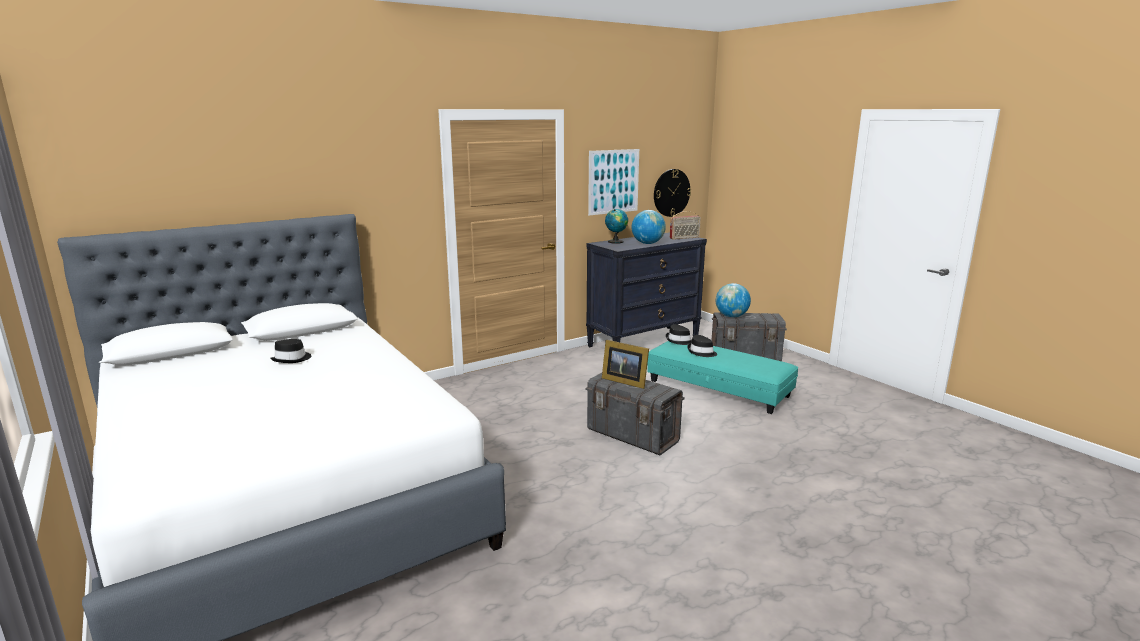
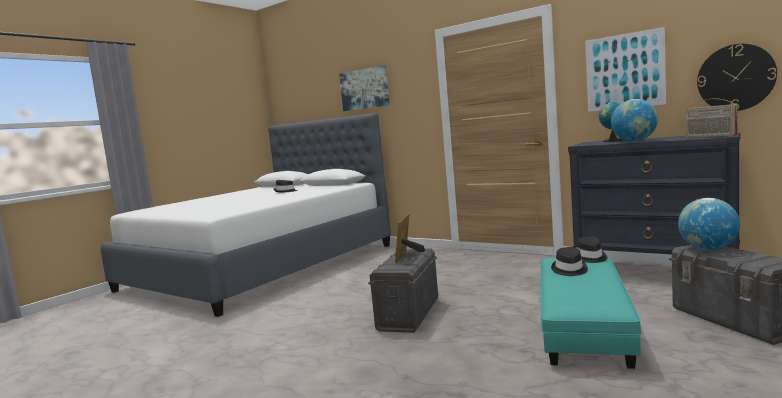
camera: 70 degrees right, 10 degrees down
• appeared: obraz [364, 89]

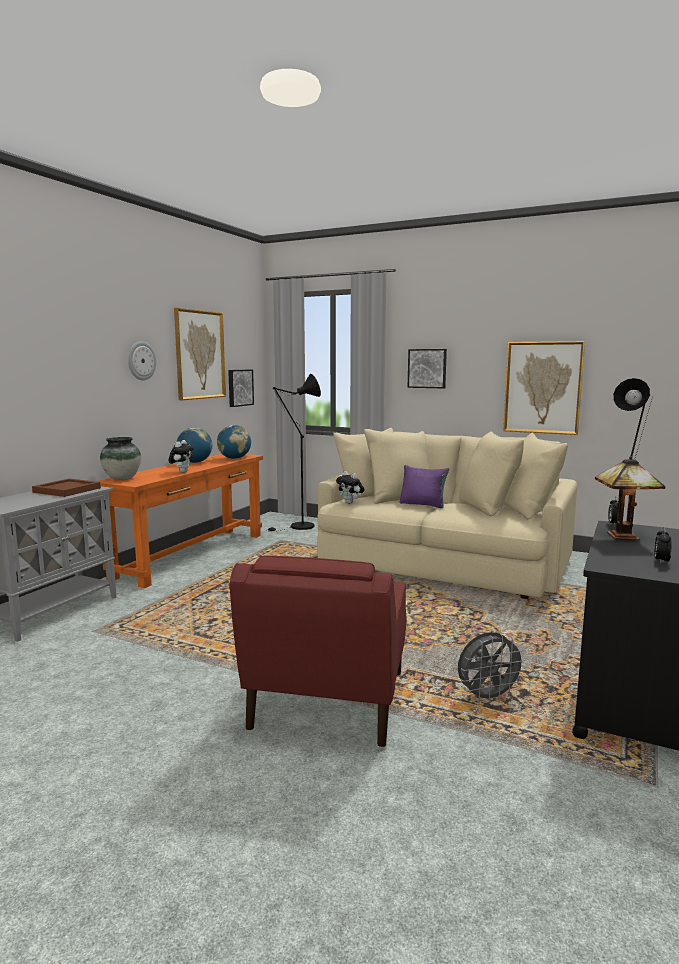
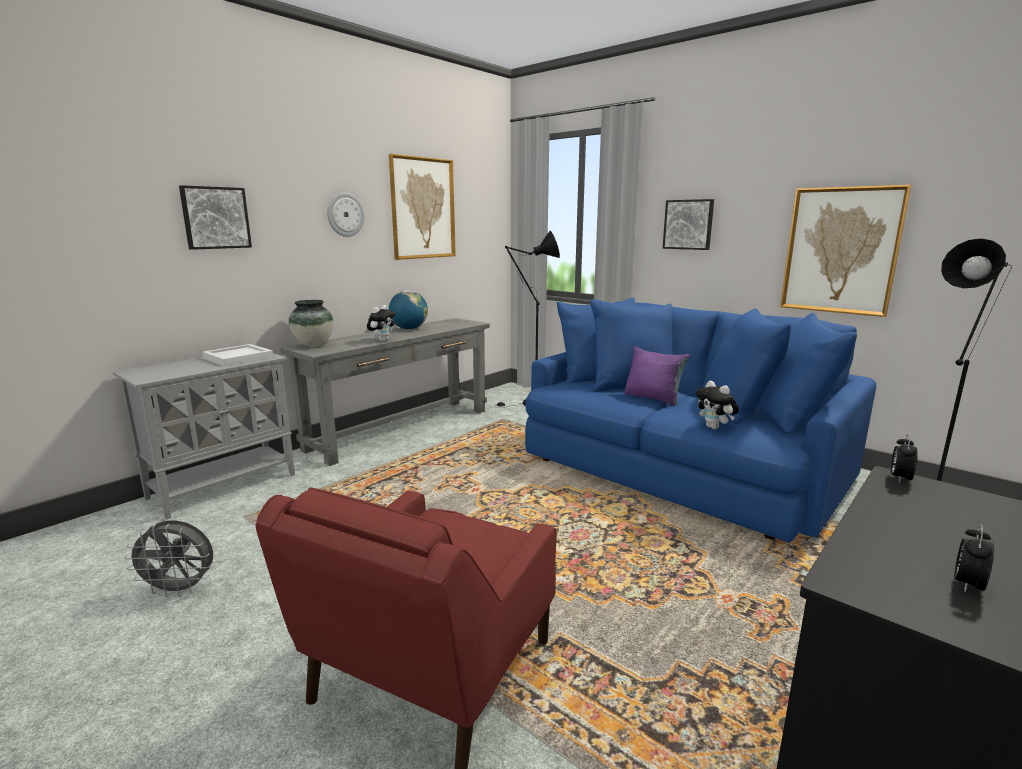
camera: 15 degrees right, 5 degrees up
• relocated: wentylator/szary [488, 697] to [180, 589]
• relocated: obraz [239, 387] to [215, 218]
• colour: taca/brązowy [67, 490] to taca/biały [238, 358]
• colour: stolik konsolowy/pomarańczowy [192, 555] to stolik konsolowy/szary [401, 429]
• colour: kanapa/beżowy [444, 561] to kanapa/niebieski [681, 467]
• relocated: pluszak [350, 503] to [715, 428]
• missing: globus [234, 458]
• missing: lampa stołowa [625, 537]

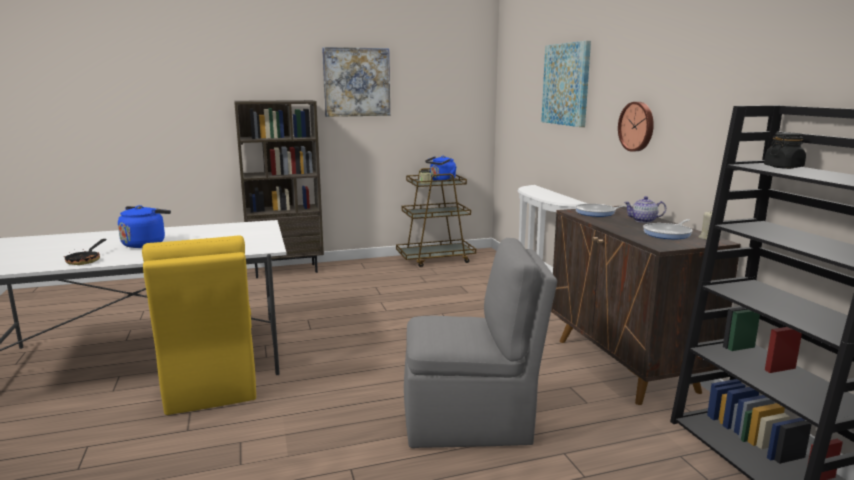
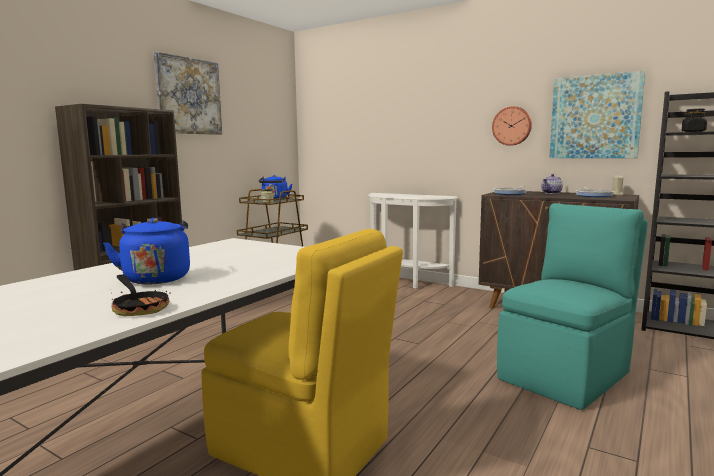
camera: 40 degrees left, 5 degrees down
• colour: krzesło/szary [470, 421] to krzesło/turkusowy [566, 375]
• relocated: obraz [566, 84] to [595, 117]

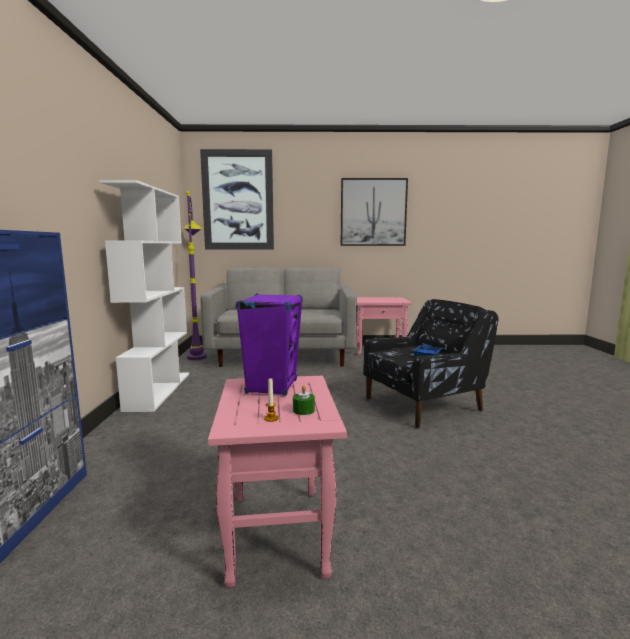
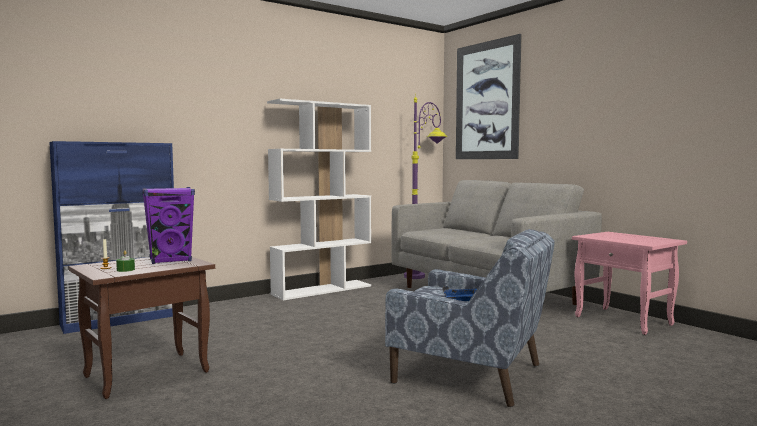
camera: 55 degrees right, 5 degrees down
• colour: stolik/różowy [279, 535] to stolik/brązowy [145, 375]
• colour: fotel/czarny [424, 404] to fotel/niebieski [470, 375]
• missing: obraz [373, 212]

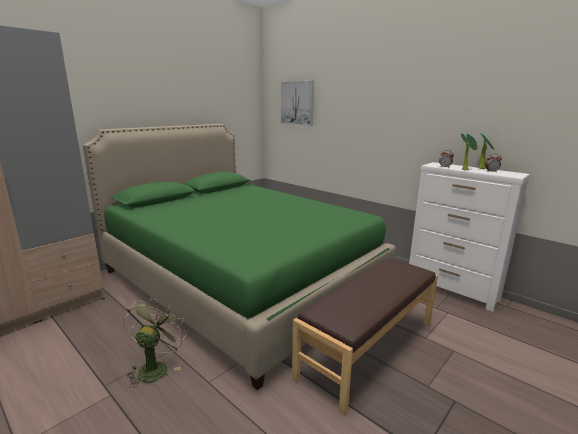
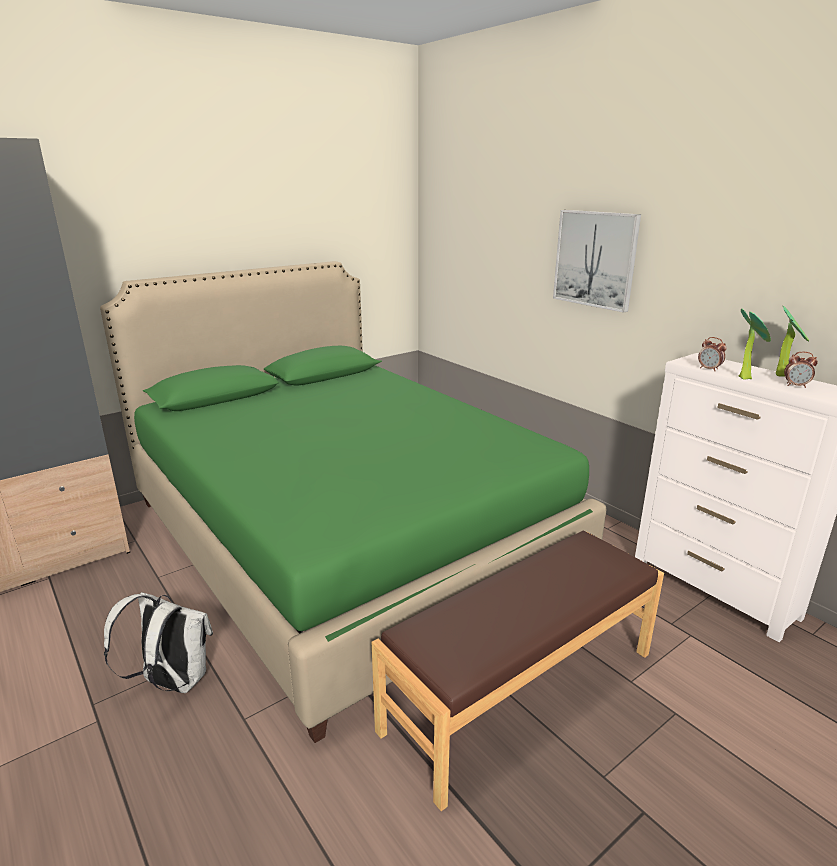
camera: 10 degrees right, 5 degrees up
• exchanged: wentylator/zielony [155, 367] to plecak/biały [172, 682]
• relocated: obraz [297, 103] to [595, 259]

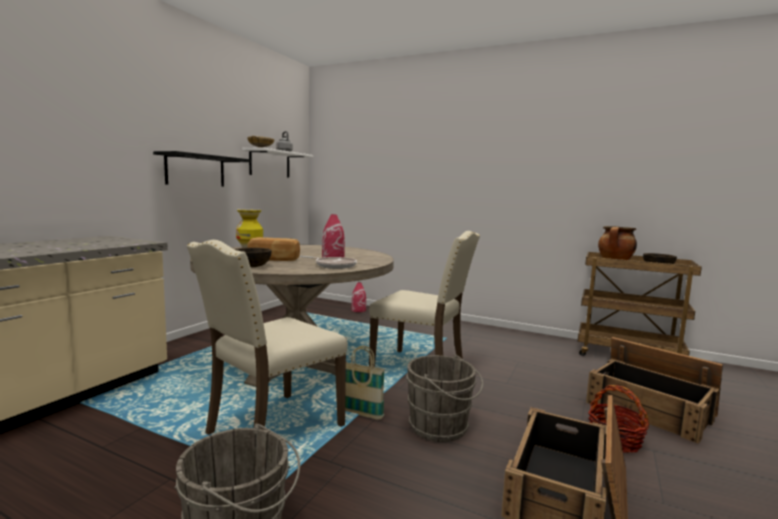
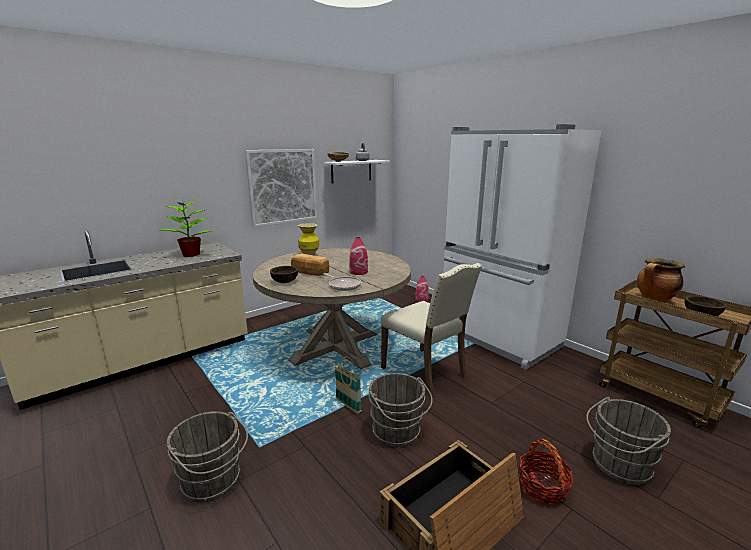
camera: 25 degrees right, 10 degrees up
• appeared: roślina doniczkowa [191, 254]
• exchanged: półka/czarny [195, 170] to obraz [283, 187]
• appeared: lodówka/biały [498, 339]
• exchanged: skrzynka [651, 408] to wiadro/szary [618, 465]
• missing: krzesło/beżowy [271, 429]

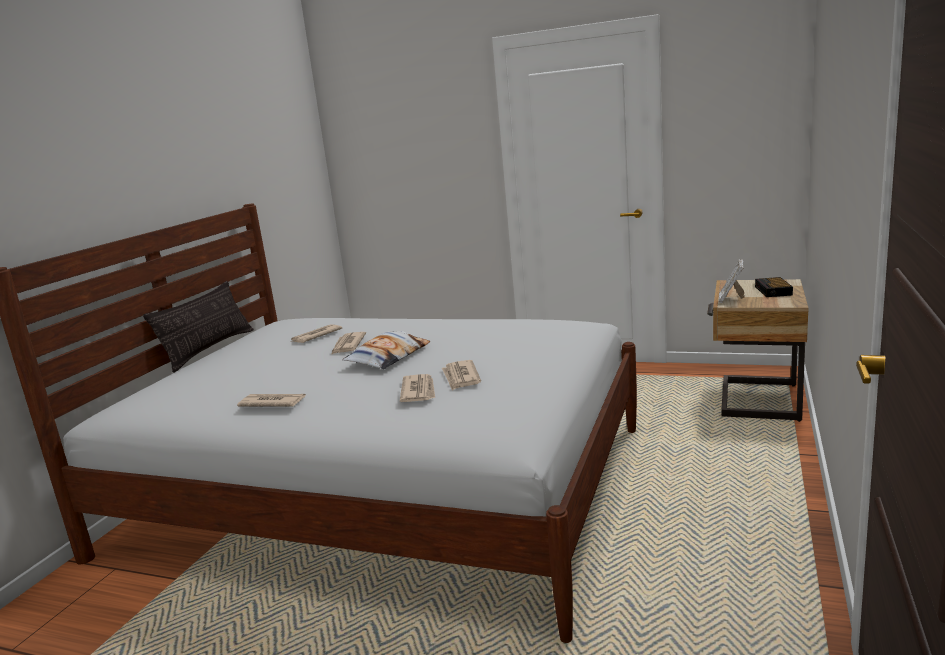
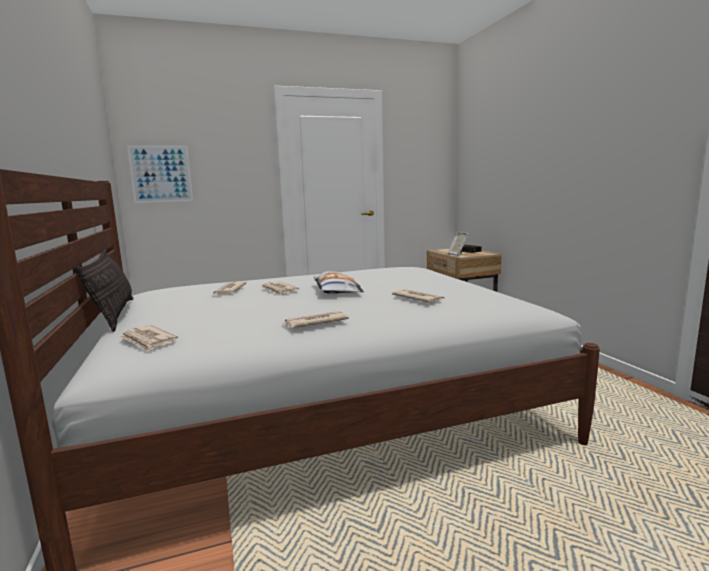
camera: 40 degrees left, 5 degrees down
• relocated: gazeta [461, 377] to [148, 340]
• appeared: obraz [161, 174]

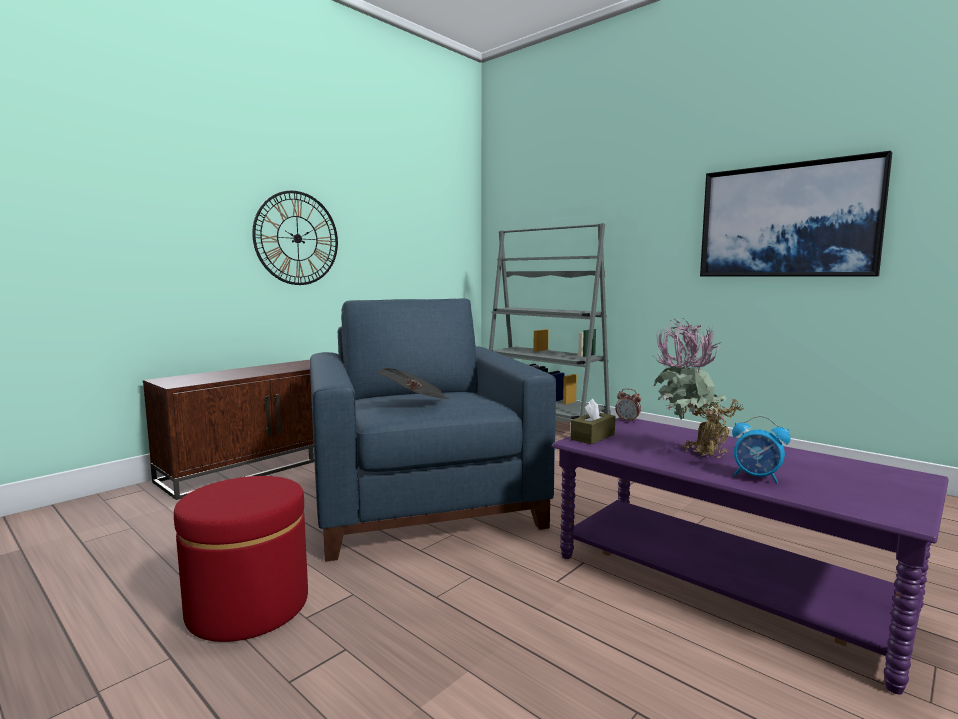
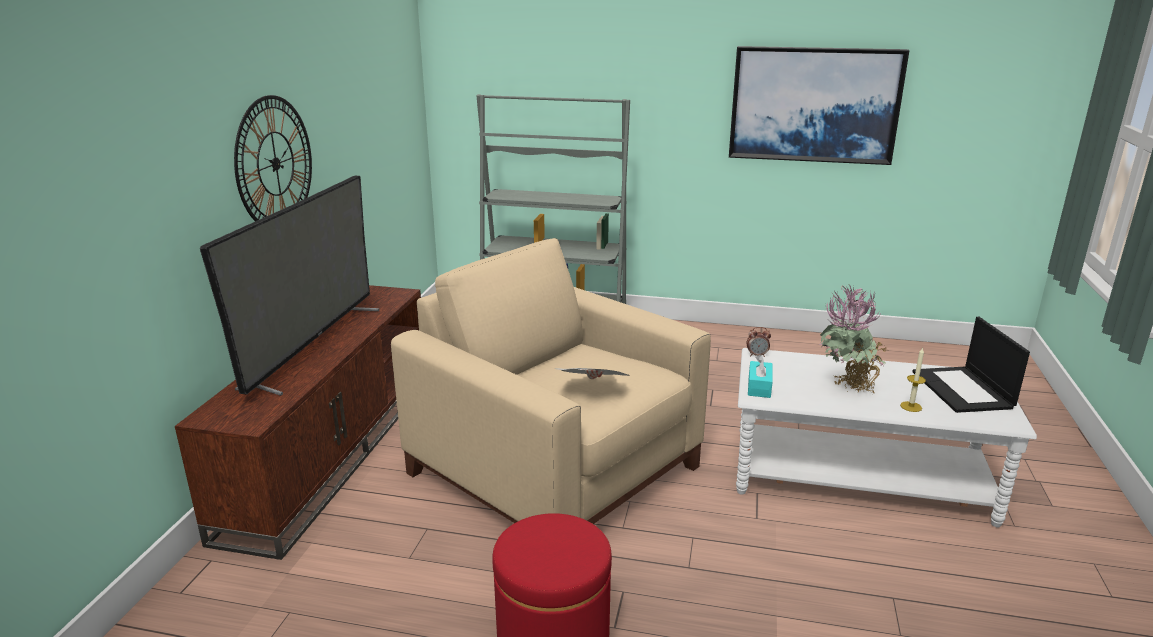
camera: 30 degrees left, 15 degrees up
• appeared: telewizor [313, 346]
• colour: fotel/niebieski [423, 501] to fotel/beżowy [557, 471]
• colour: ława/fioletowy [723, 583] to ława/biały [860, 478]
• colour: pudełko chusteczek/brązowy [592, 437] to pudełko chusteczek/turkusowy [759, 387]
• exchanged: budzik [756, 477] to świeca [911, 406]
• appeared: laptop [963, 390]

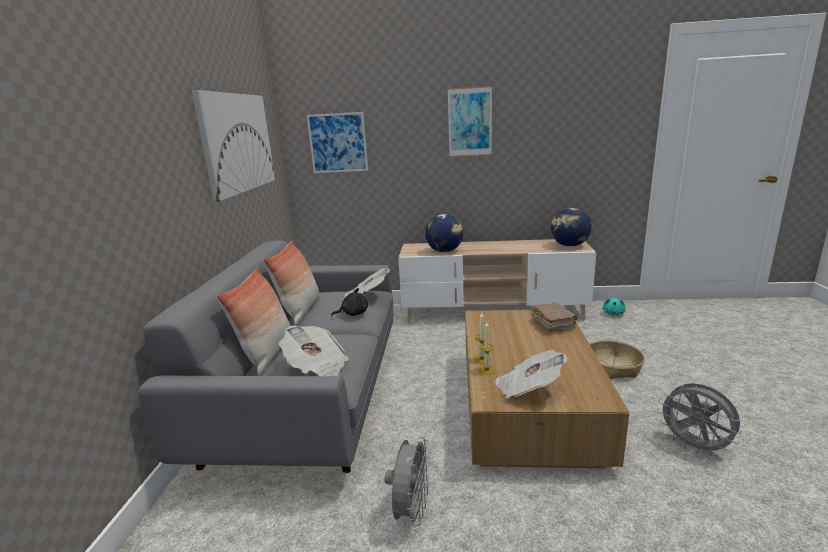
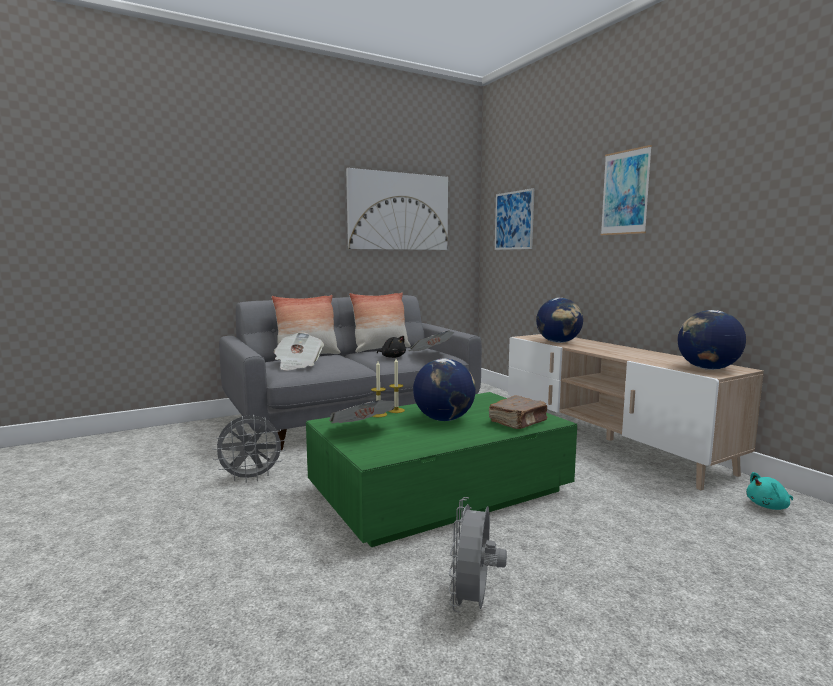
camera: 55 degrees right, 10 degrees down
• colour: ława/brązowy [527, 404] to ława/zielony [440, 491]
• appeared: globus [444, 419]
• missing: koszyk [612, 366]

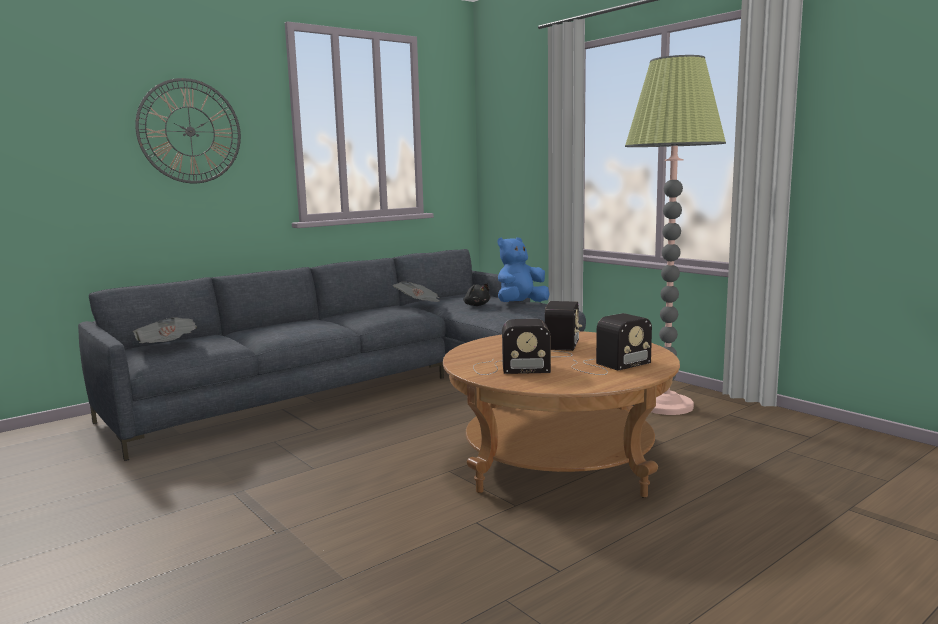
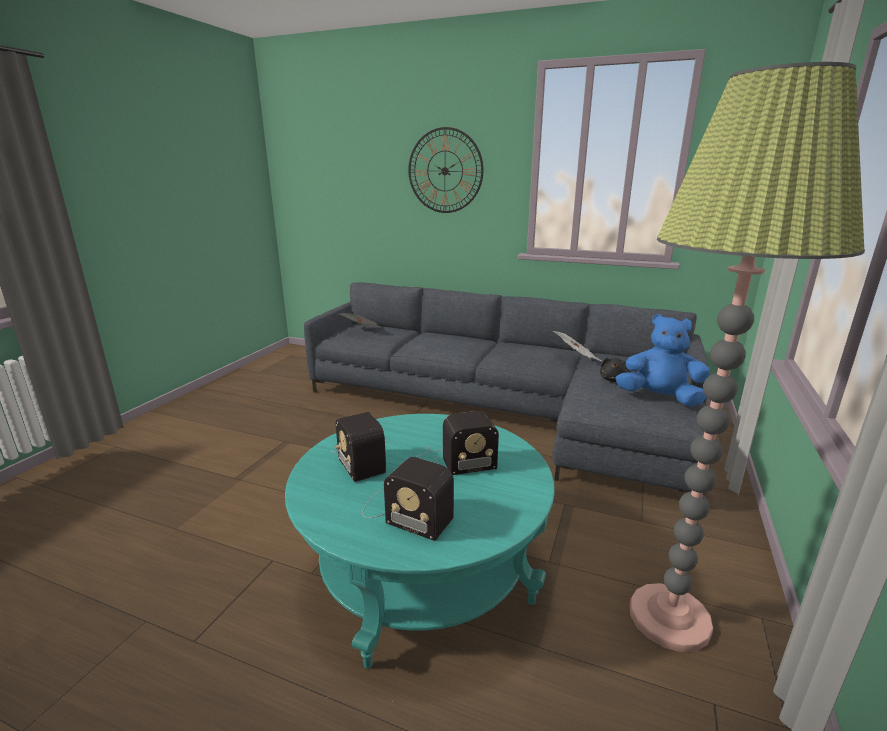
camera: 60 degrees right, 10 degrees up
• colour: ława/brązowy [558, 460] to ława/turkusowy [423, 570]

